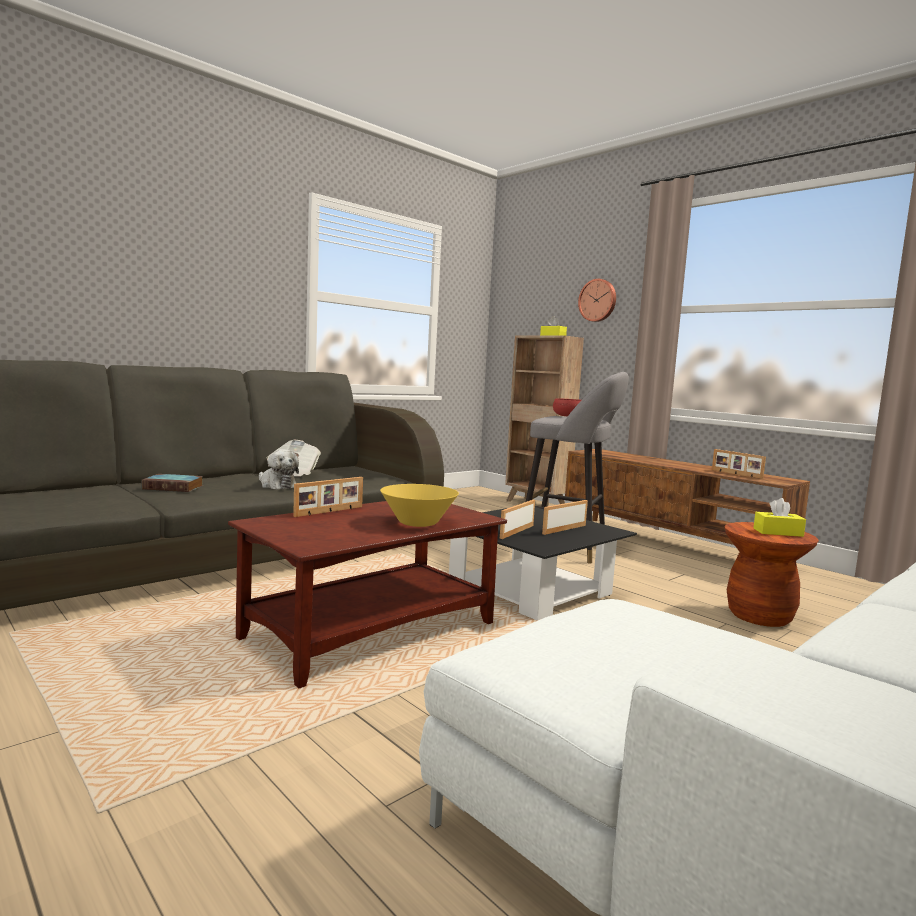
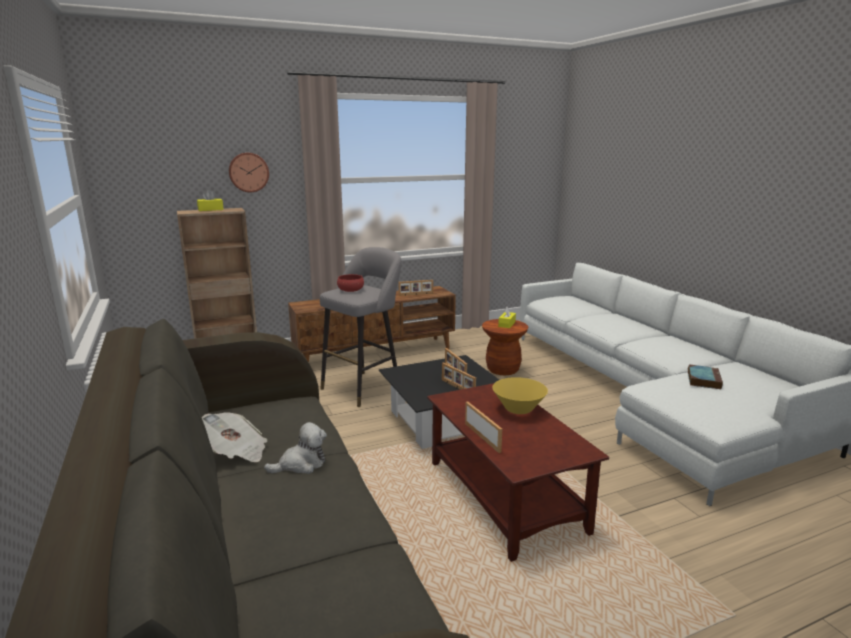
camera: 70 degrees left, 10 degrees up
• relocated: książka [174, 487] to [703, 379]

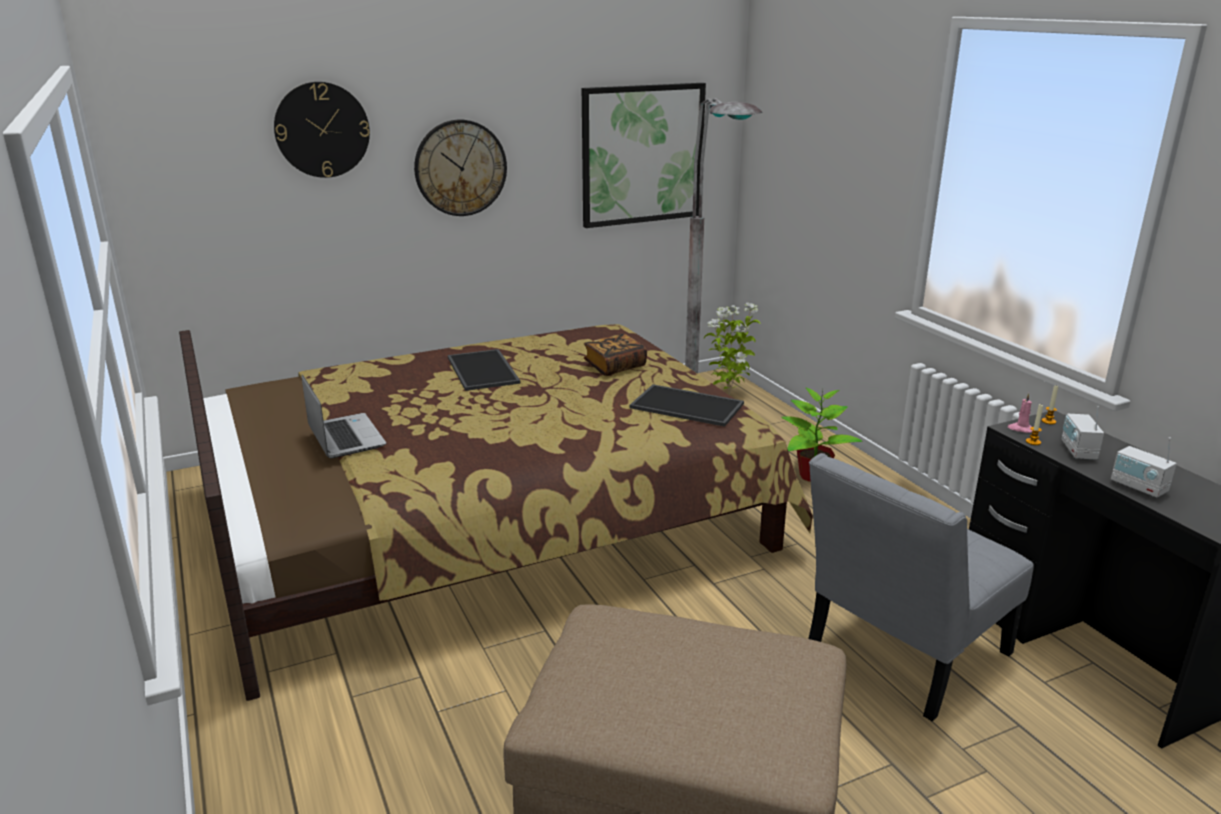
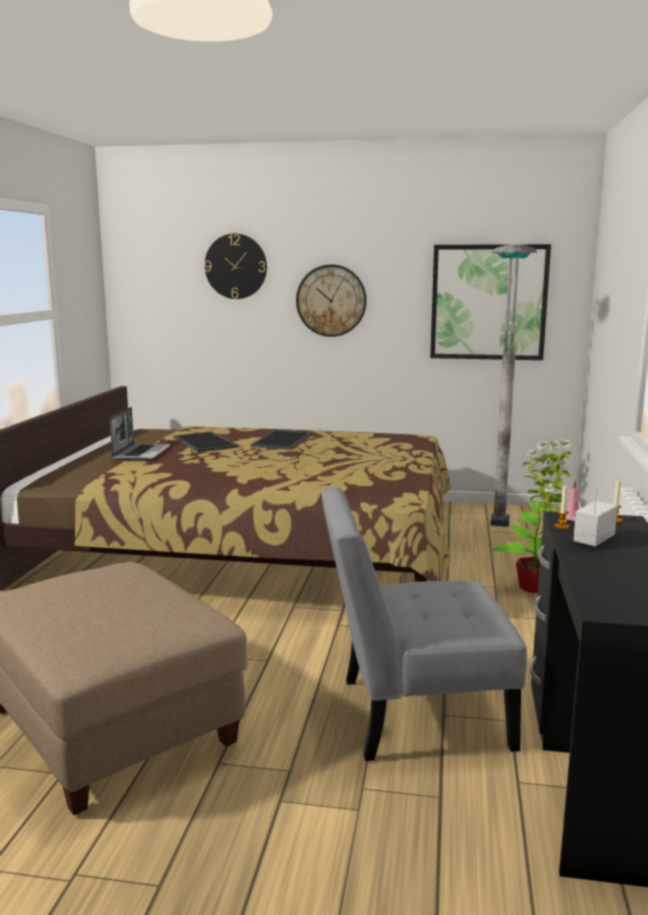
camera: 35 degrees right, 10 degrees down
• relocated: taca [688, 405] to [206, 442]
• missing: książka [615, 366]
• missing: radio [1138, 487]

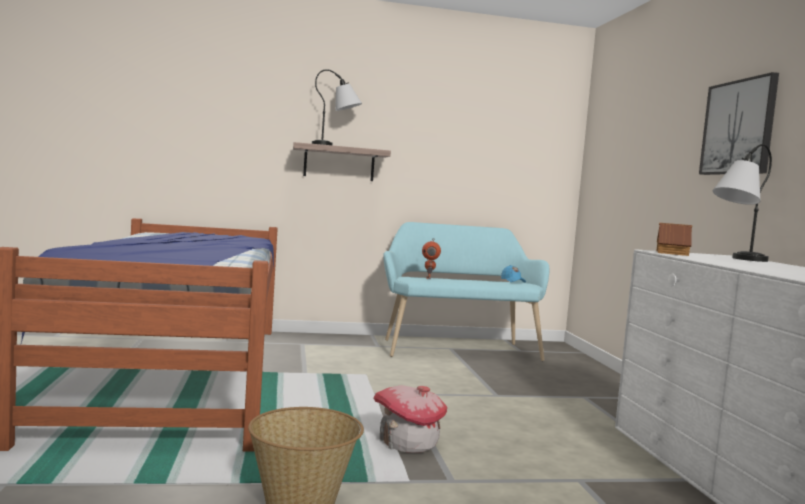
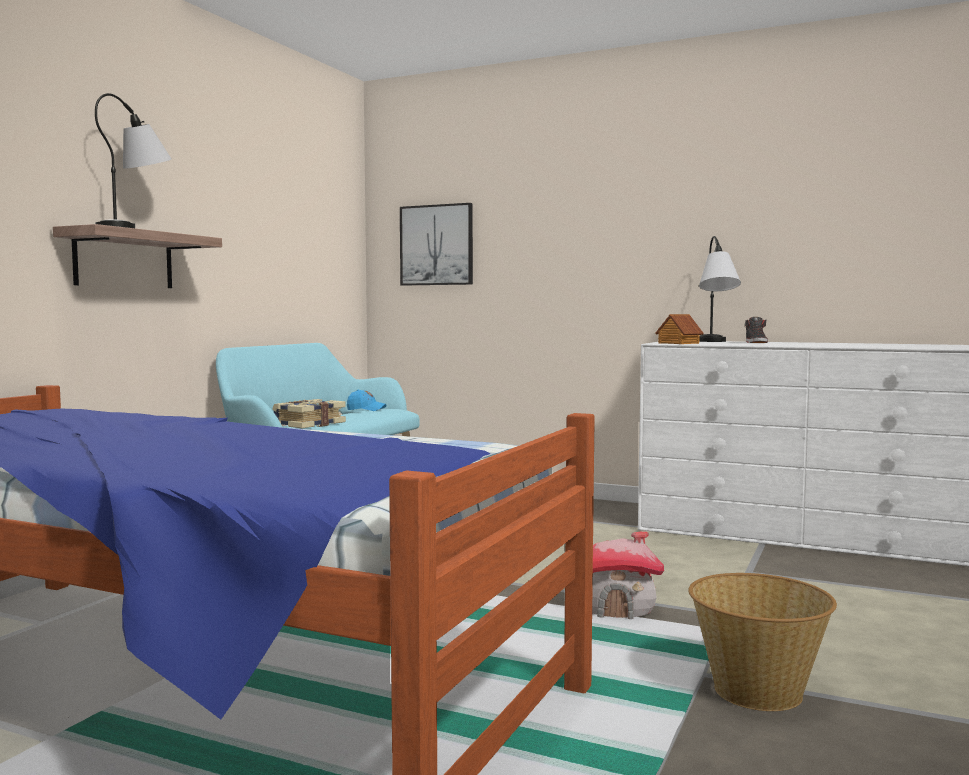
camera: 55 degrees left, 0 degrees up
• exchanged: robot zabawkowy [429, 278] to książka [308, 424]
• relocated: obraz [739, 127] to [437, 245]
• appeared: but/czarny [756, 343]

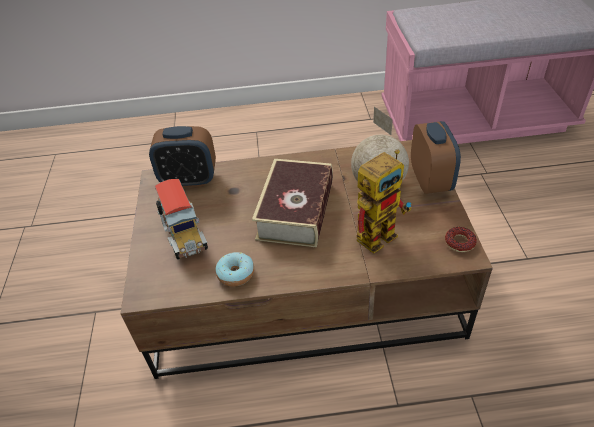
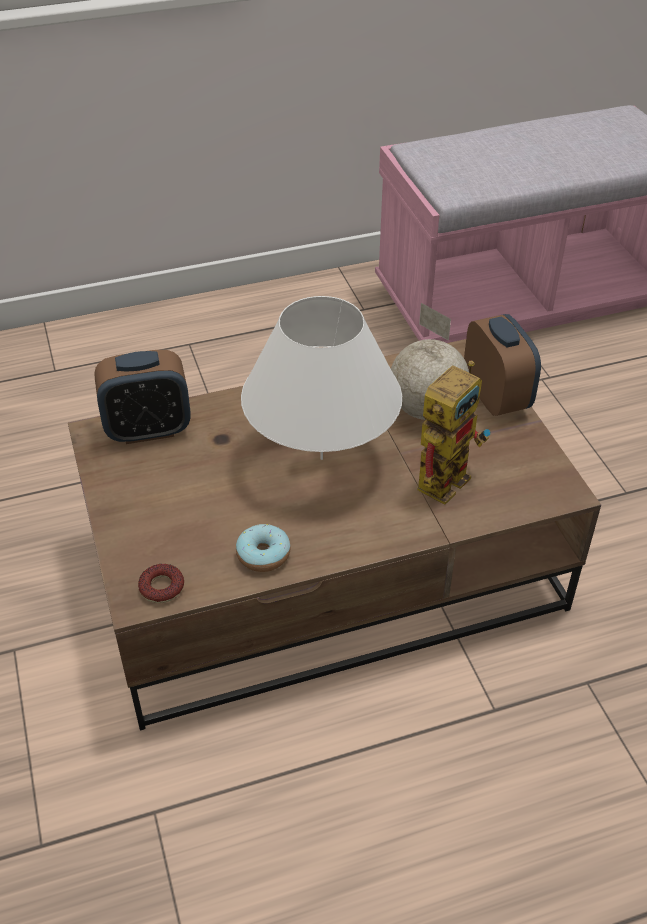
camera: 15 degrees left, 0 degrees up
• relocated: donut [459, 242] to [161, 587]
• exchanged: książka [296, 211] to lampa stołowa/biały [321, 458]
• missing: ciężarówka zabawkowa [184, 235]

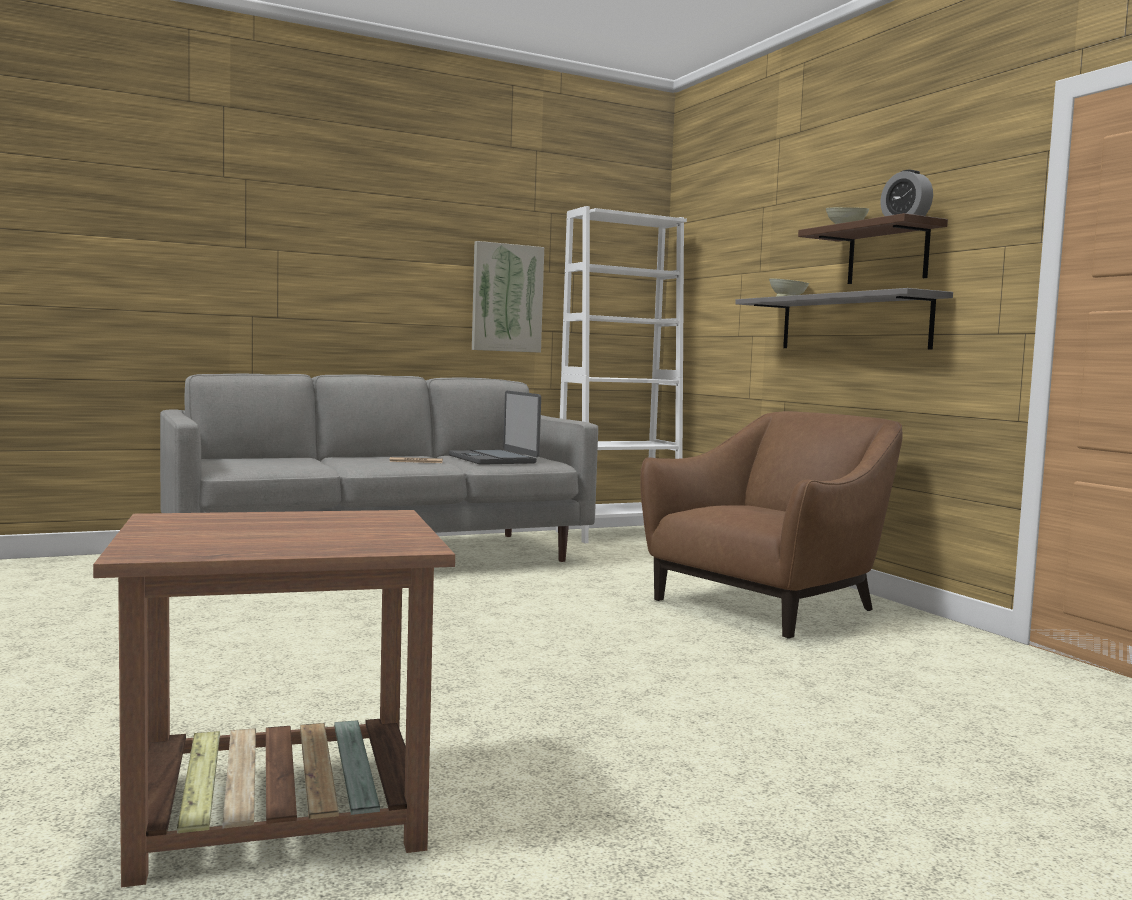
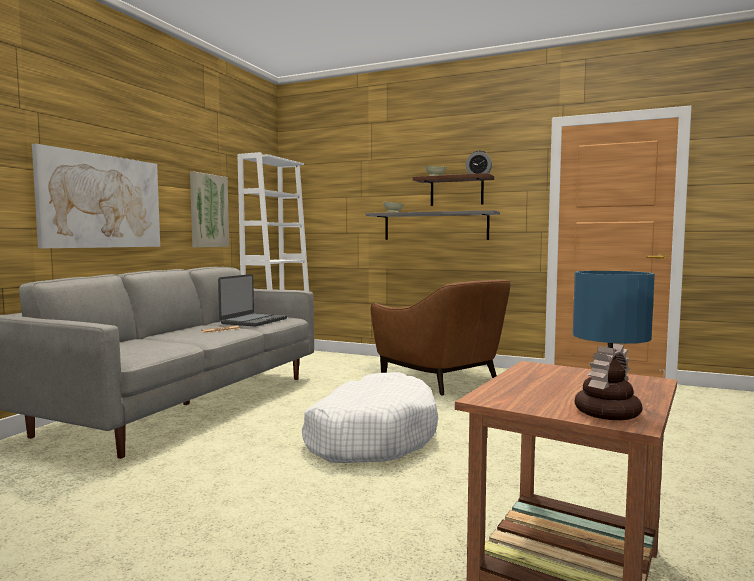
camera: 40 degrees left, 0 degrees up
• appeared: obraz [101, 201]
• spun: laptop [494, 459] = [253, 321] 90 degrees counterclockwise
• appeared: legowisko/biały [370, 436]
• spun: fotel/brązowy [768, 606] = [441, 380] 135 degrees clockwise
• appeared: lampa stołowa [607, 411]

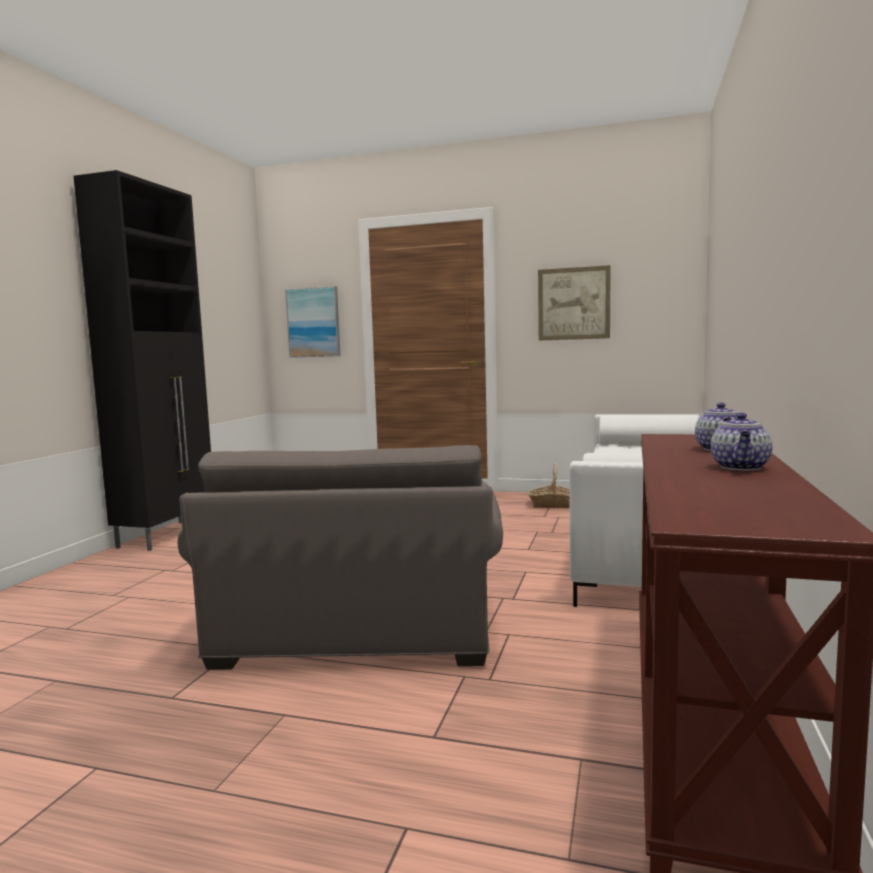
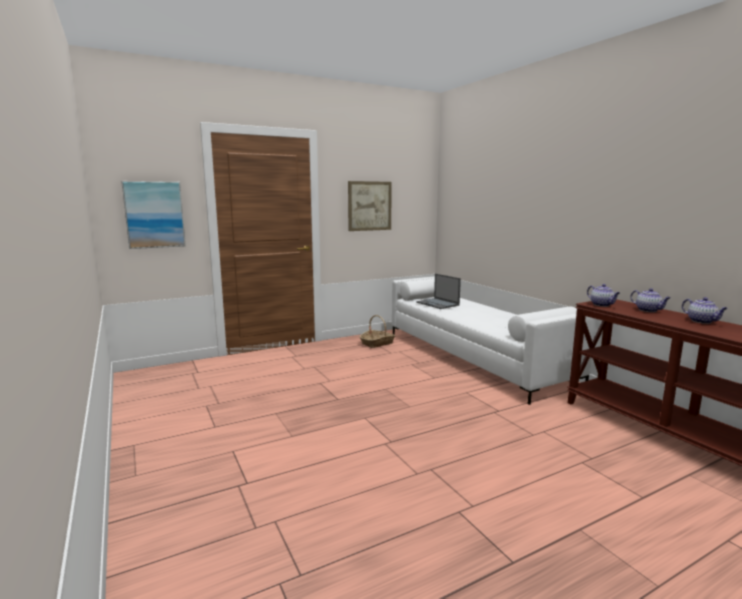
camera: 45 degrees left, 5 degrees up
• appeared: laptop [438, 304]
• appeared: imbryk [602, 305]
• missing: szafka/czarny [168, 535]
• missing: fotel/szary [358, 626]

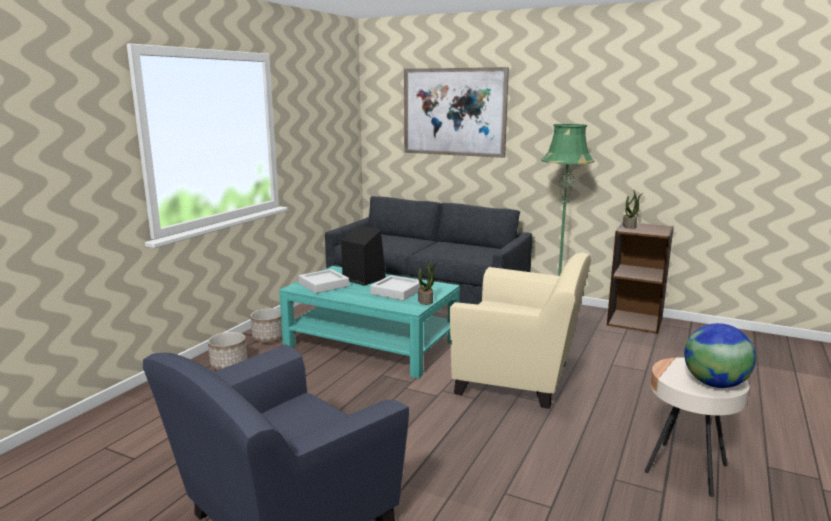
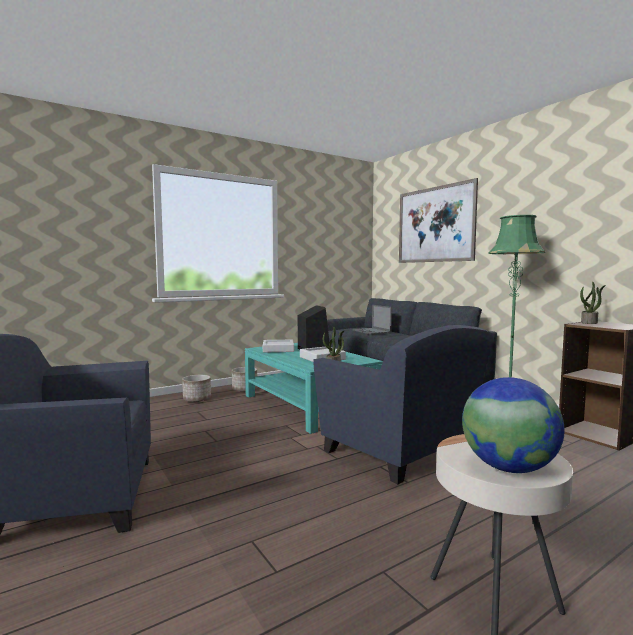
camera: 30 degrees right, 10 degrees down
• colour: fotel/beżowy [520, 378] to fotel/niebieski [402, 453]
• appeared: laptop [372, 331]

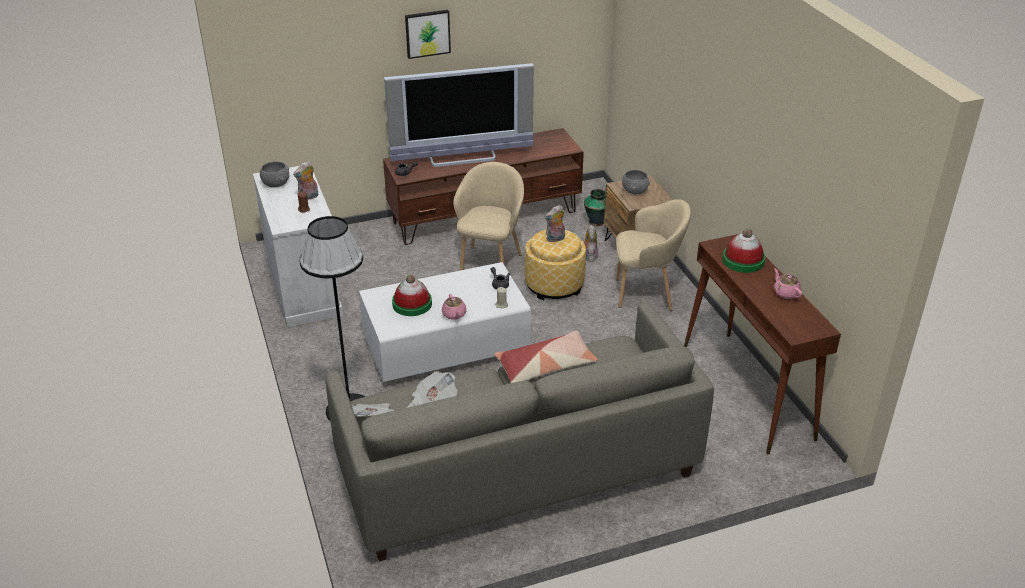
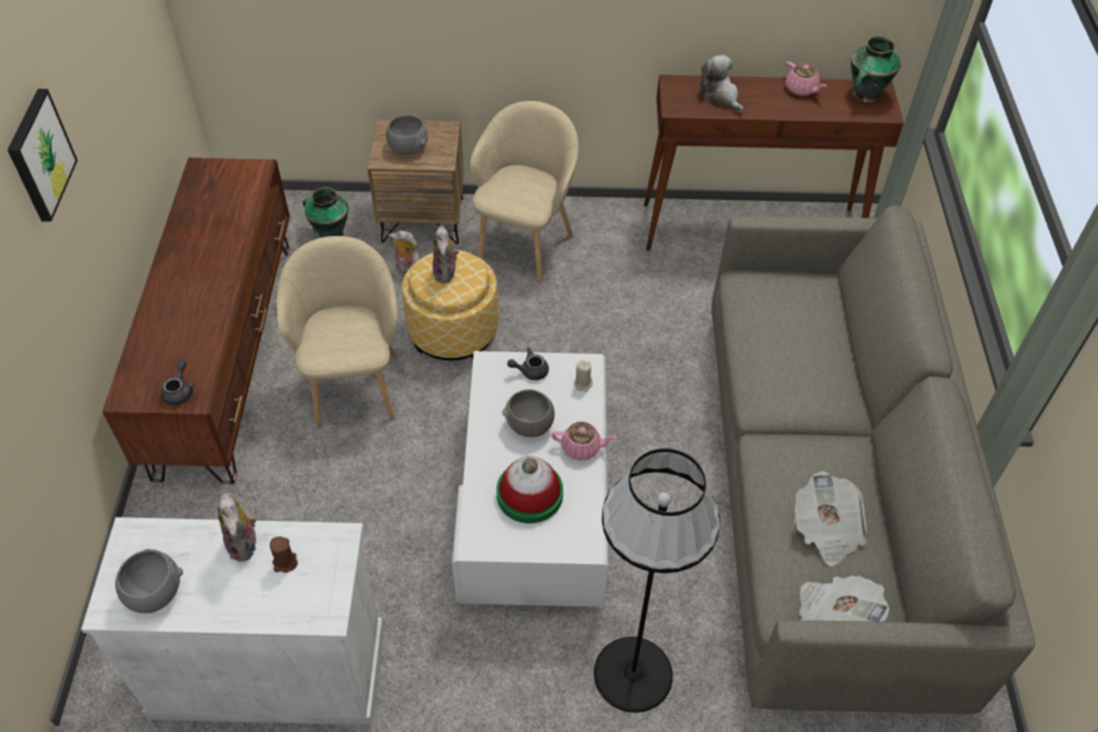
camera: 70 degrees left, 15 degrees up
• spun: fotel/beżowy [490, 262] = [354, 386] 45 degrees clockwise
• appeared: miska/szary [529, 425]
• exchanged: kapelusz [743, 260] to pluszak [720, 96]
• spun: imbryk/różowy [785, 293] = [801, 89] 120 degrees counterclockwise
• appeared: wazon [865, 95]
• missing: telewizor [462, 157]
• missing: poduszka [546, 366]

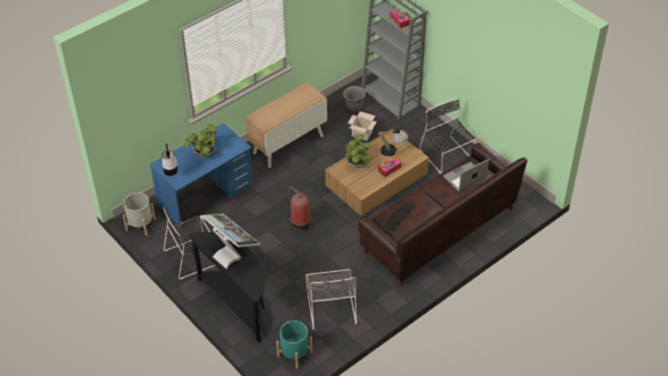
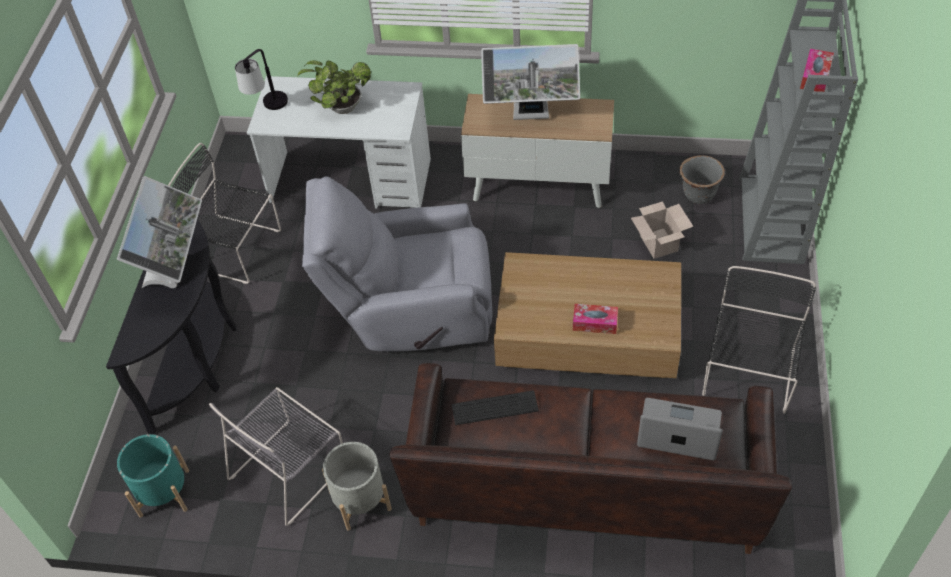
camera: 50 degrees right, 5 degrees up
• colour: biurko/niebieski [206, 196] to biurko/biały [351, 181]
• exchanged: gaśnica [299, 223] to fotel/szary [410, 309]
• relocated: donica/szary [140, 225] to [360, 501]
• appeared: monitor [531, 117]
• missing: roślina doniczkowa [357, 165]
• missing: lampa stołowa [393, 151]

